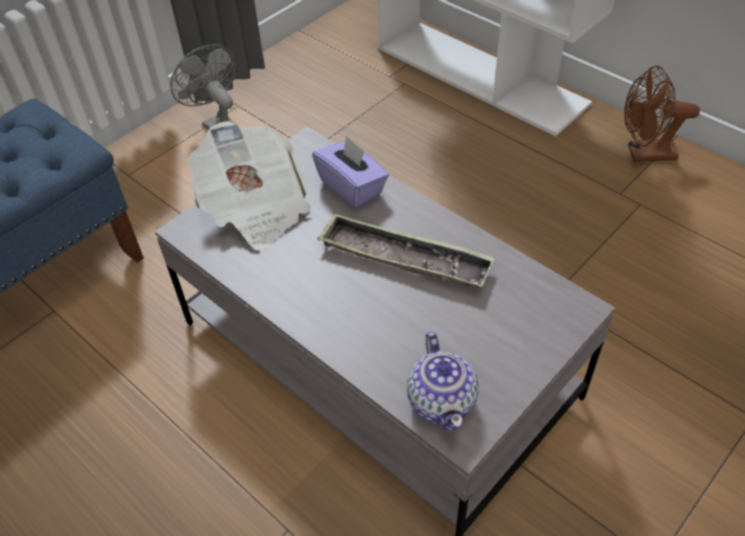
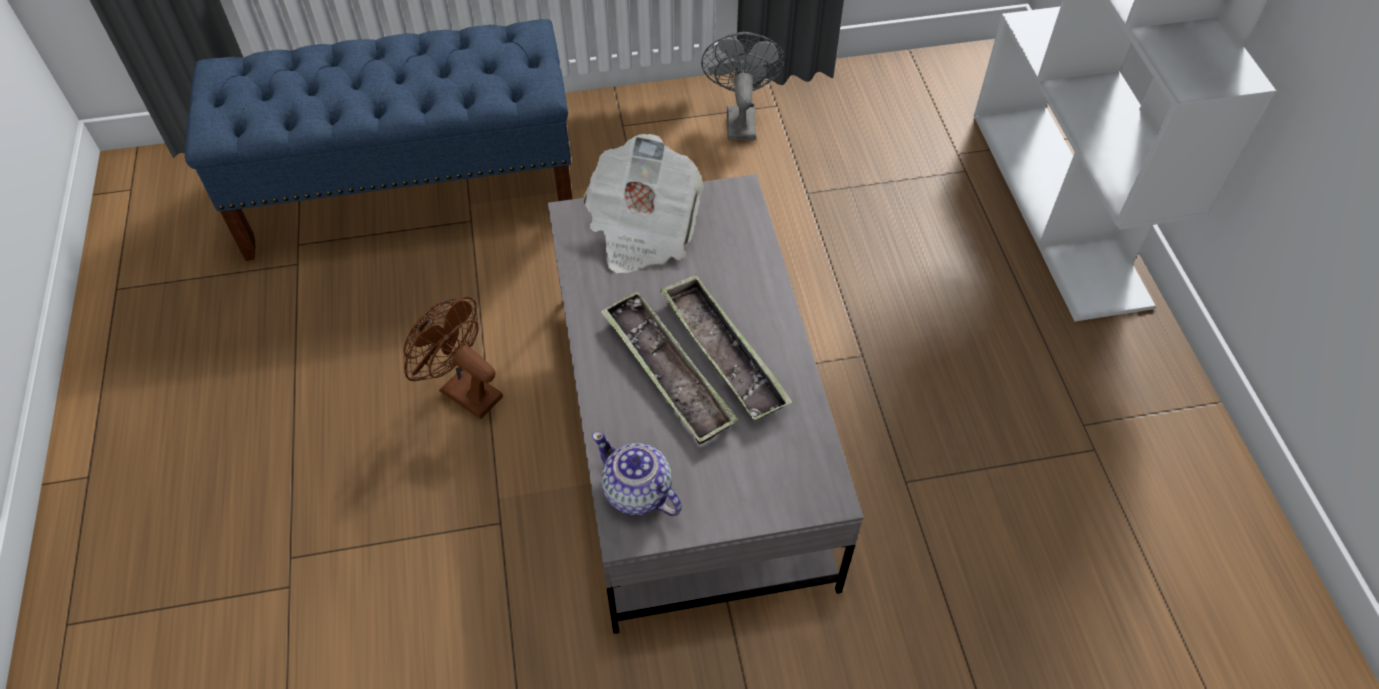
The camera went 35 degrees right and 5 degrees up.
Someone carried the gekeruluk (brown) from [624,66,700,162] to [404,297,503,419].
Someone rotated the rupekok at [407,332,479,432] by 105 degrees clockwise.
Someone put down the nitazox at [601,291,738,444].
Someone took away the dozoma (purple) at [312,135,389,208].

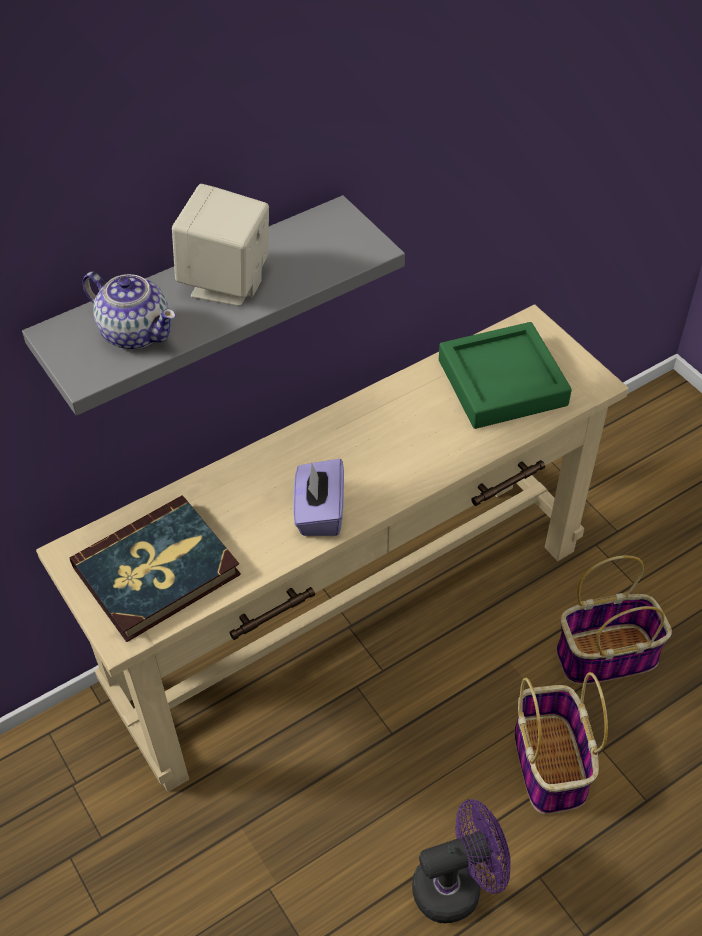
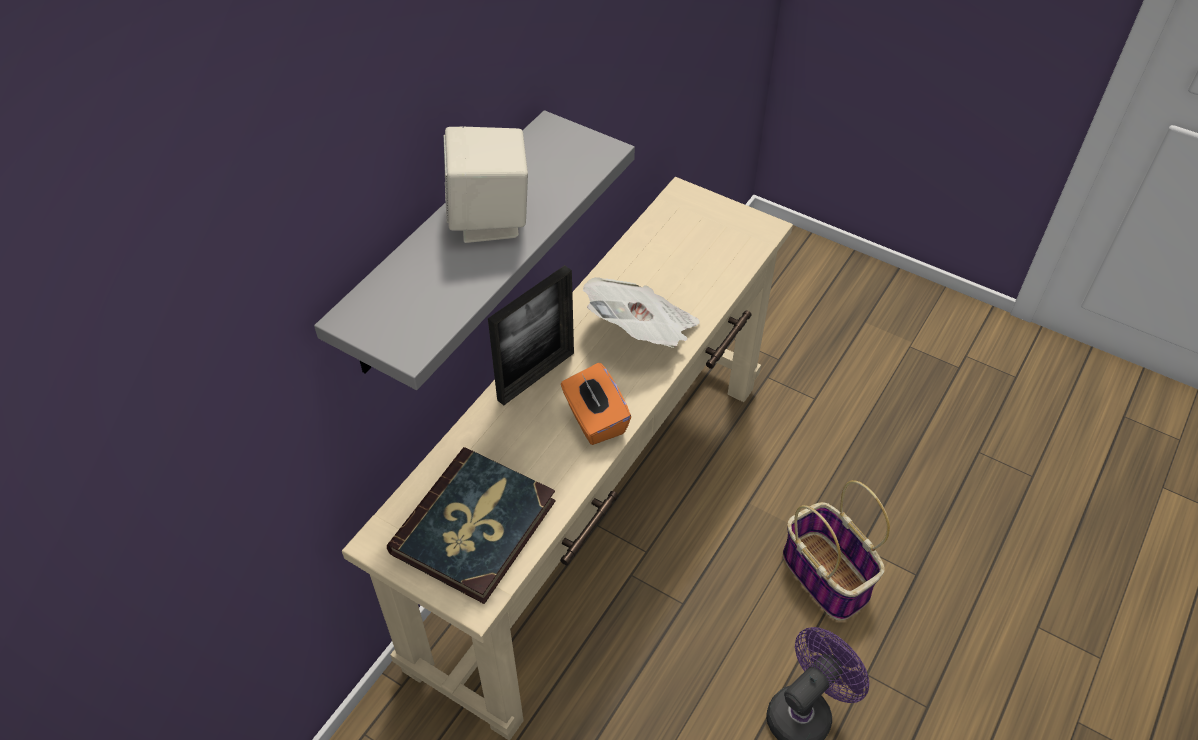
The camera went 25 degrees left and 0 degrees up.
Someone put down the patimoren at [488,265,574,406].
Someone repainted the dozoma (purple) at [293,459,344,536], which became the dozoma (orange) at [561,362,631,445].
Someone put down the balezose at [583,277,700,348].
Someone took away the rupekok at [83,271,176,349].
Someone took away the nitazox (green) at [439,322,572,429].
Someone took away the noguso at [556,555,672,685].

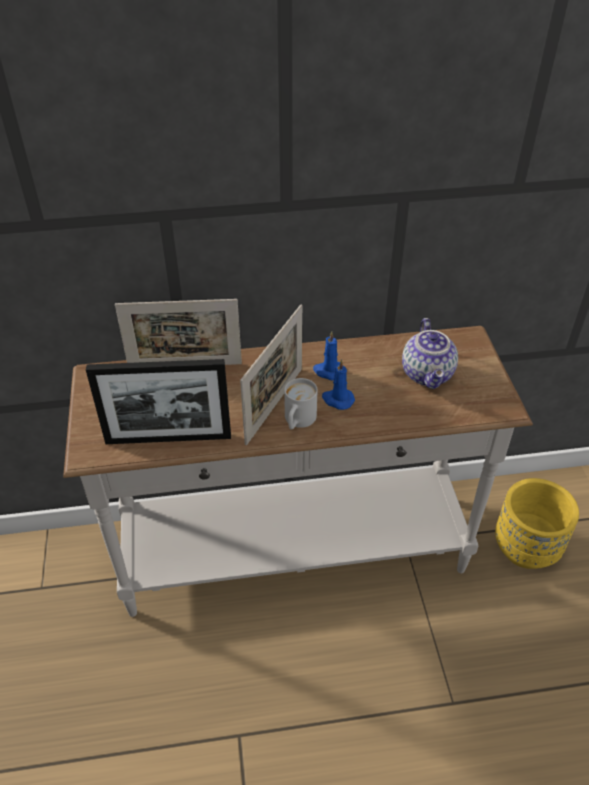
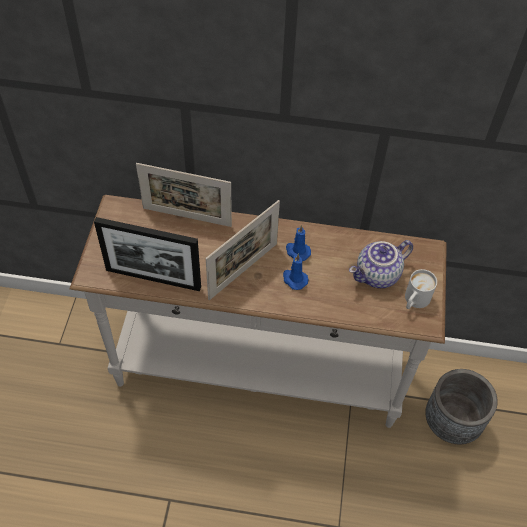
The camera went 15 degrees right and 10 degrees up.
Someone rotated the rupekok at [402,318,458,389] by 45 degrees clockwise.
Someone carried the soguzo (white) from [284,378,317,430] to [405,269,437,309].
Someone repainted the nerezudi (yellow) at [495,478,579,569], which became the nerezudi (grey) at [425,369,498,444].

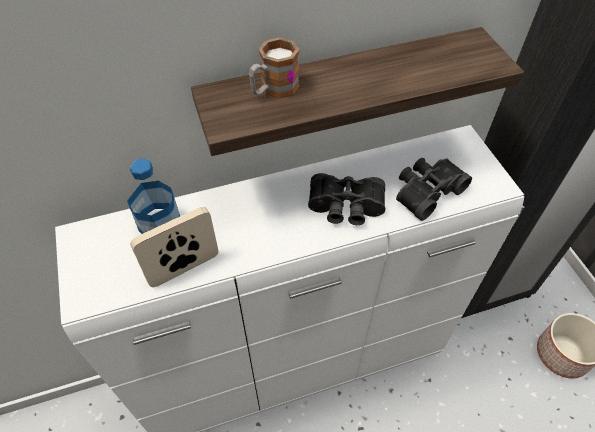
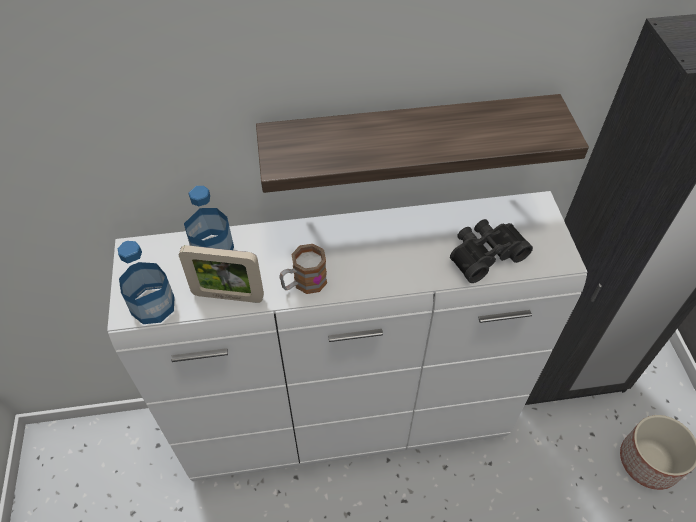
The camera went 10 degrees right and 0 degrees up.
Someone put down the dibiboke at [118,241,175,324].
Someone rotated the patimoren at [130,207,219,287] by 150 degrees counterclockwise.
Someone carried the soguzo from [249,37,299,99] to [279,244,327,294].
Someone took away the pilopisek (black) at [308,173,385,225].

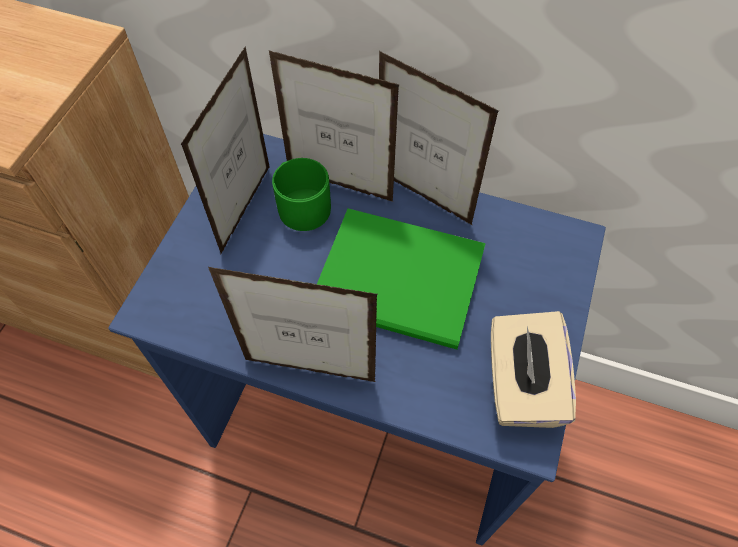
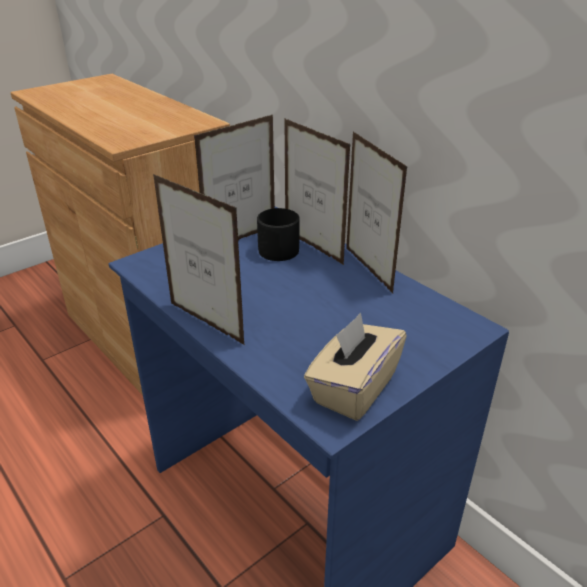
The camera went 30 degrees right and 25 degrees down.
Someone repainted the soguzo (green) at [272,158,331,231], which became the soguzo (black) at [257,208,300,261].
Someone took away the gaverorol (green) at [317,209,486,350].

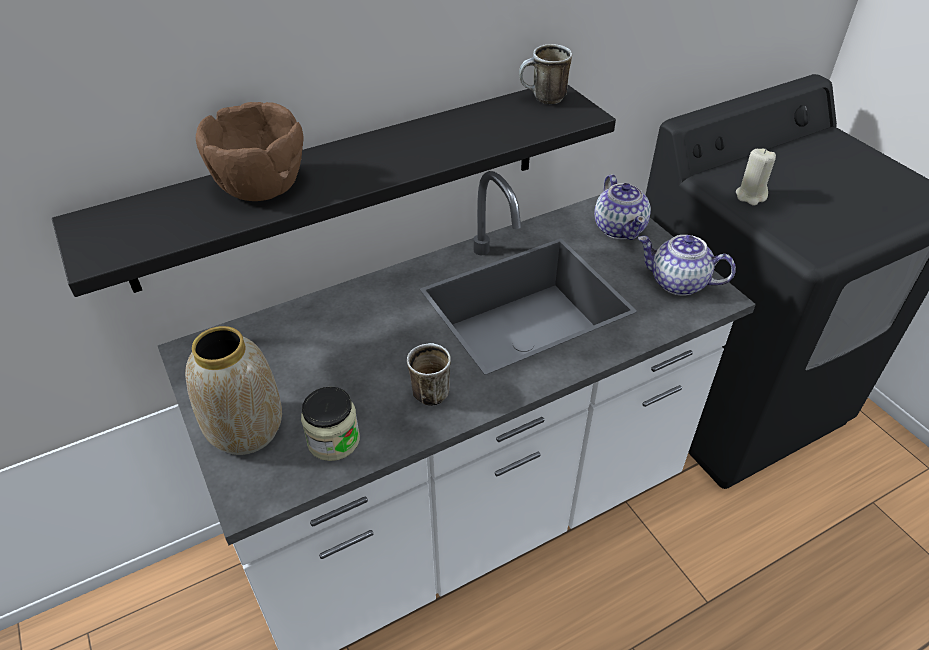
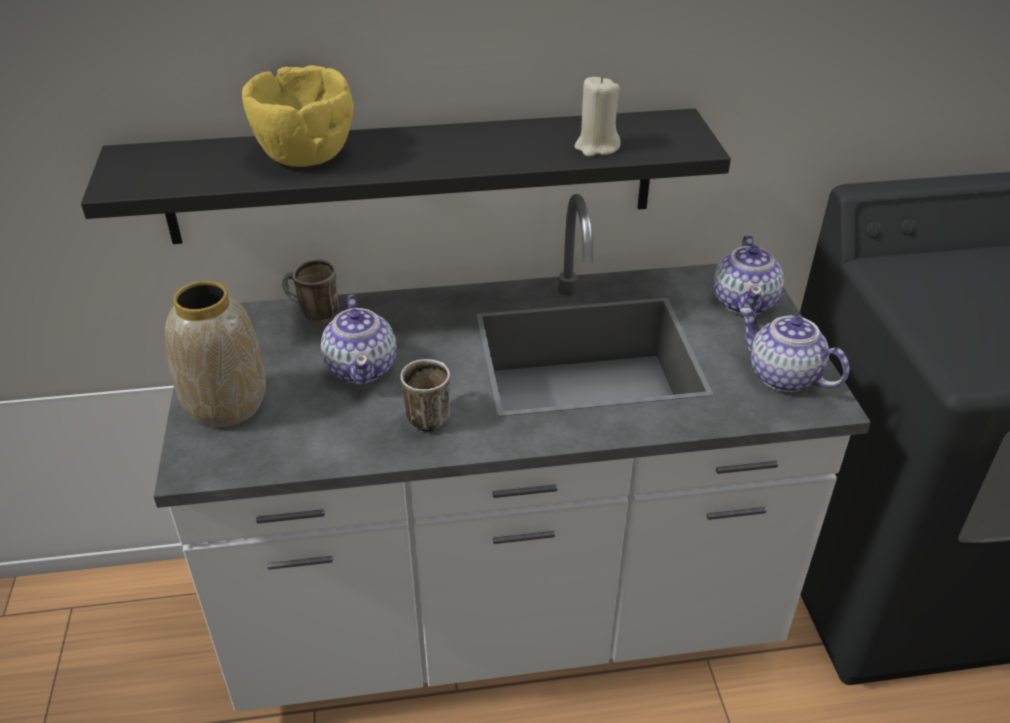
The camera went 20 degrees right and 5 degrees down.
Someone repainted the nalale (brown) at [196,102,304,201], which became the nalale (yellow) at [242,65,354,167].
Someone carried the soguzo from [519,44,572,104] to [282,259,339,323].
Someone put down the rupekok at [321,295,396,386].
Someone carried the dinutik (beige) from [736,149,776,206] to [575,76,621,157].
Someone took away the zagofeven at [301,387,360,461].

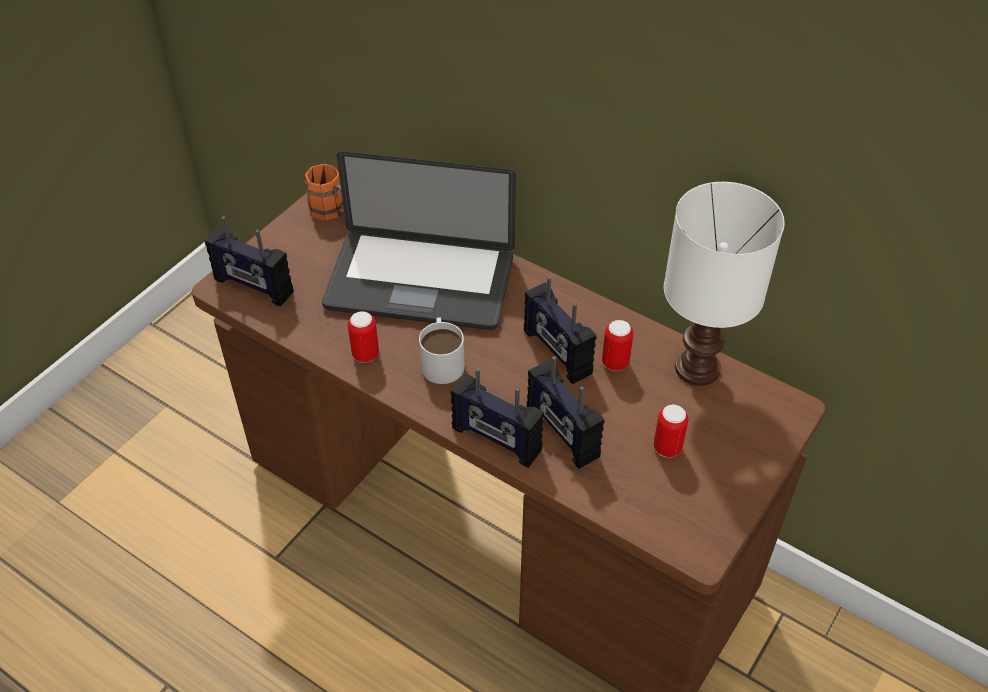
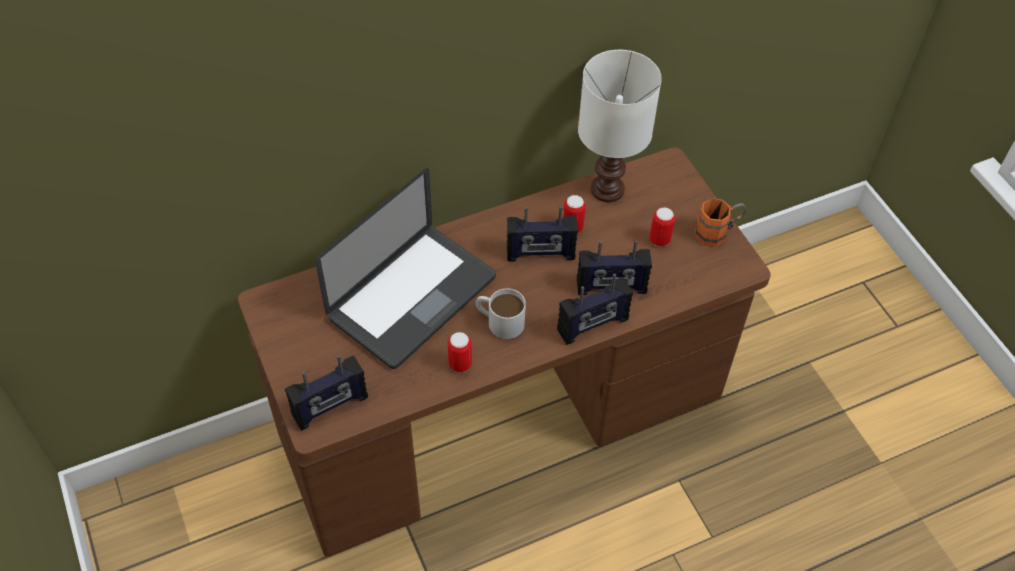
The camera went 60 degrees left and 5 degrees up.
Someone carried the soguzo (orange) from [305,164,344,221] to [695,198,747,247].

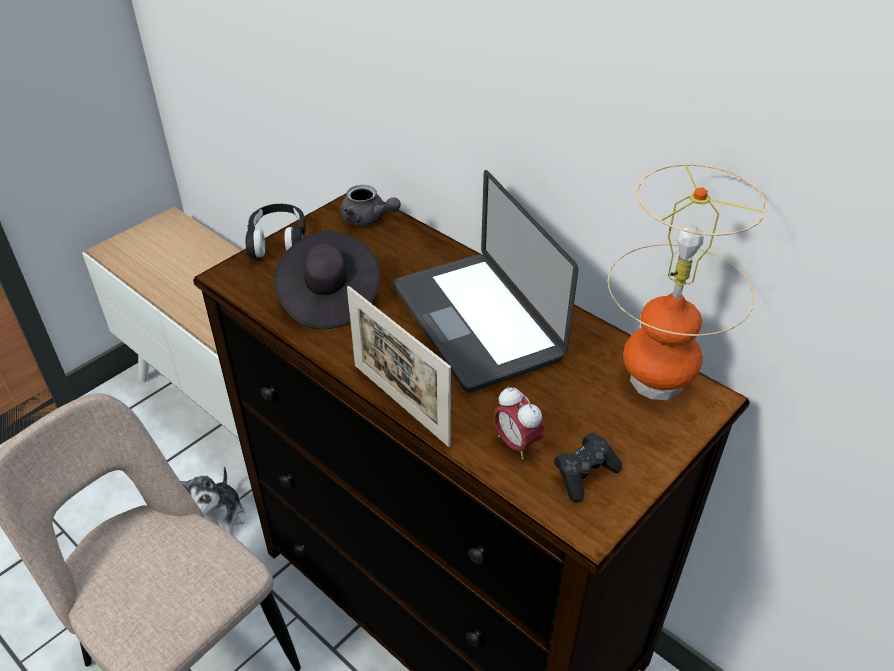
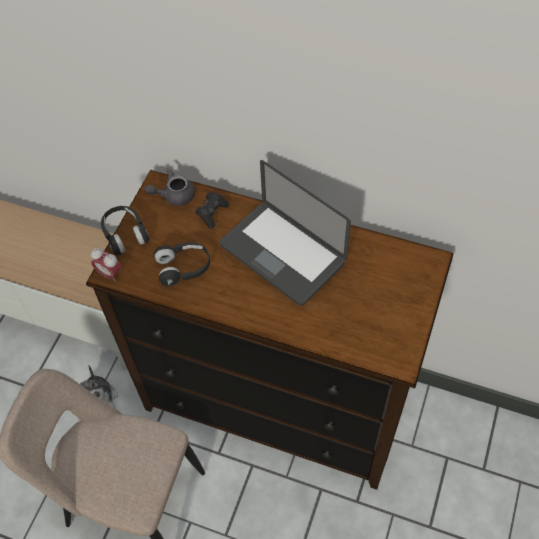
The camera went 20 degrees left and 15 degrees up.
Someone carried the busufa from [494,386,544,459] to [91,248,121,281].
Someone rotated the rupekok (grey) at [340,185,401,226] by 150 degrees clockwise.
Someone swapped the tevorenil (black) at [274,231,380,329] for the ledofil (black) at [153,242,210,286].
Someone carried the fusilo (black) from [554,432,622,502] to [195,192,229,229].
Someone took away the patimoren at [347,286,451,447].
Someone took away the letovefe at [608,164,767,400].

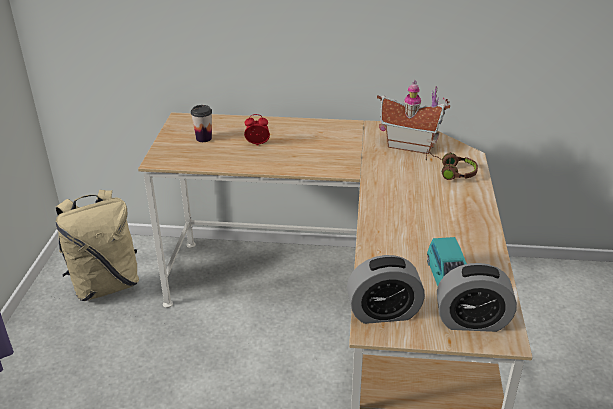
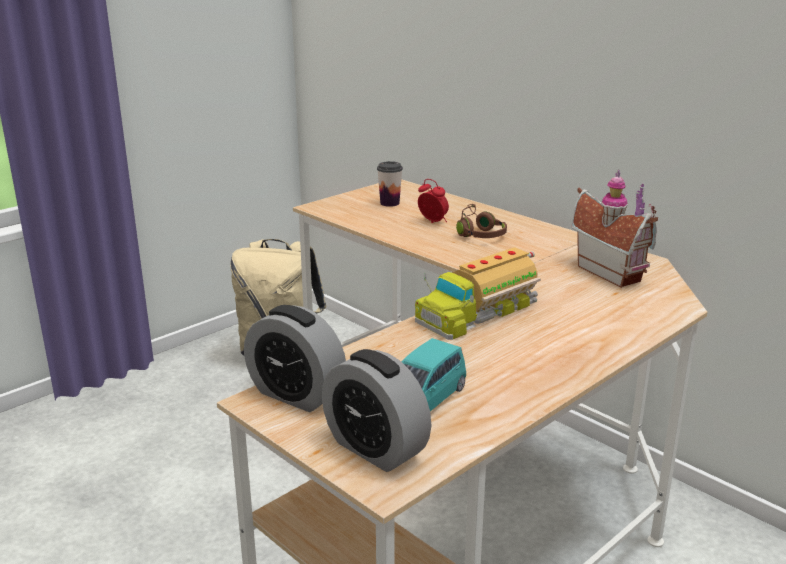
The camera went 40 degrees right and 10 degrees down.
Someone put down the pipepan at [415,247,541,340].
Someone carried the ledofil (brown) from [426,149,478,180] to [456,204,507,238].

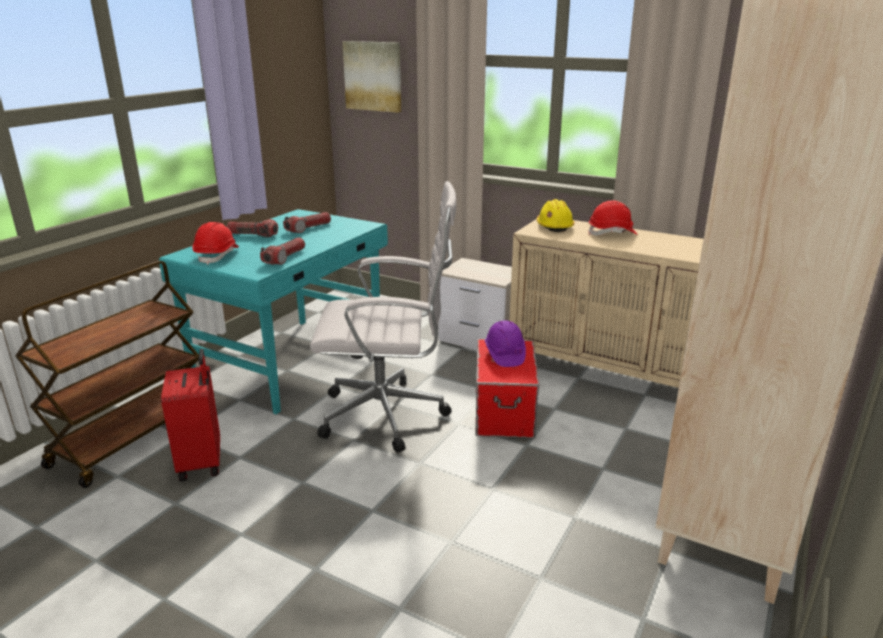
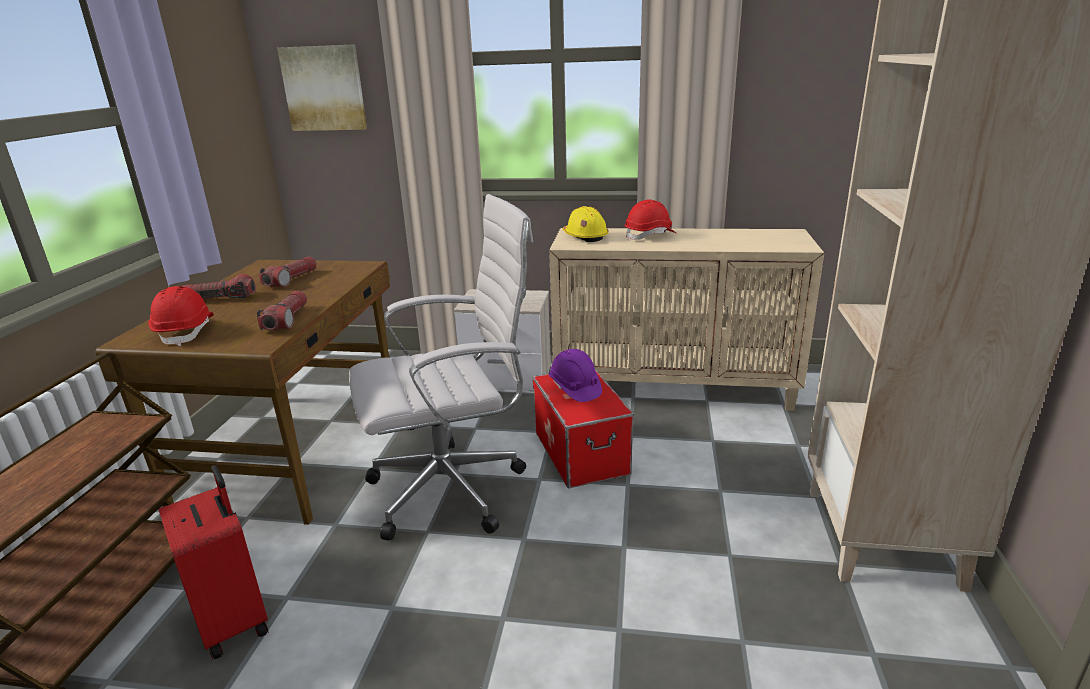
The camera went 20 degrees left and 0 degrees up.
Someone repainted the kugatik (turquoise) at [159,209,388,414], which became the kugatik (brown) at [95,260,390,525].

